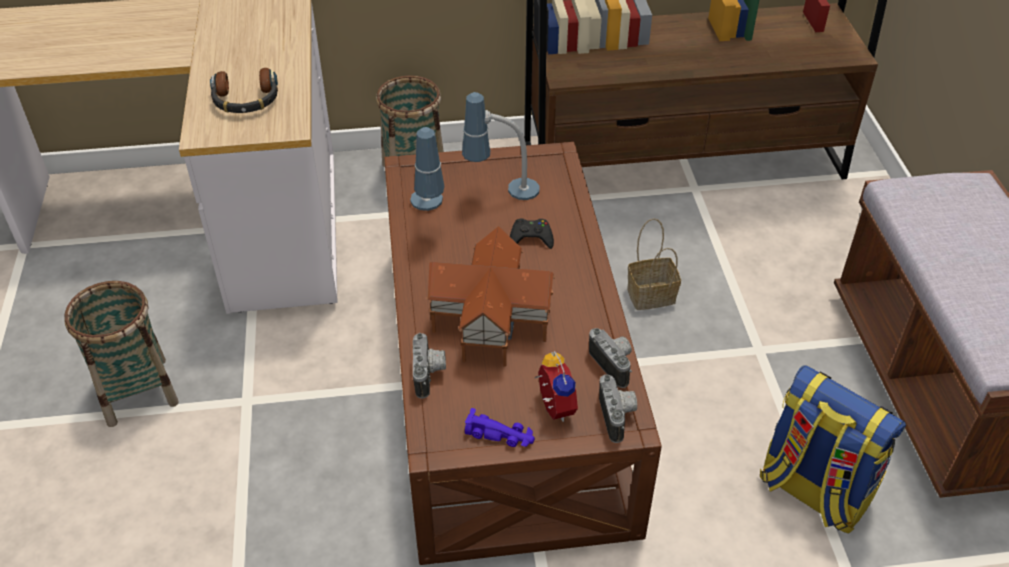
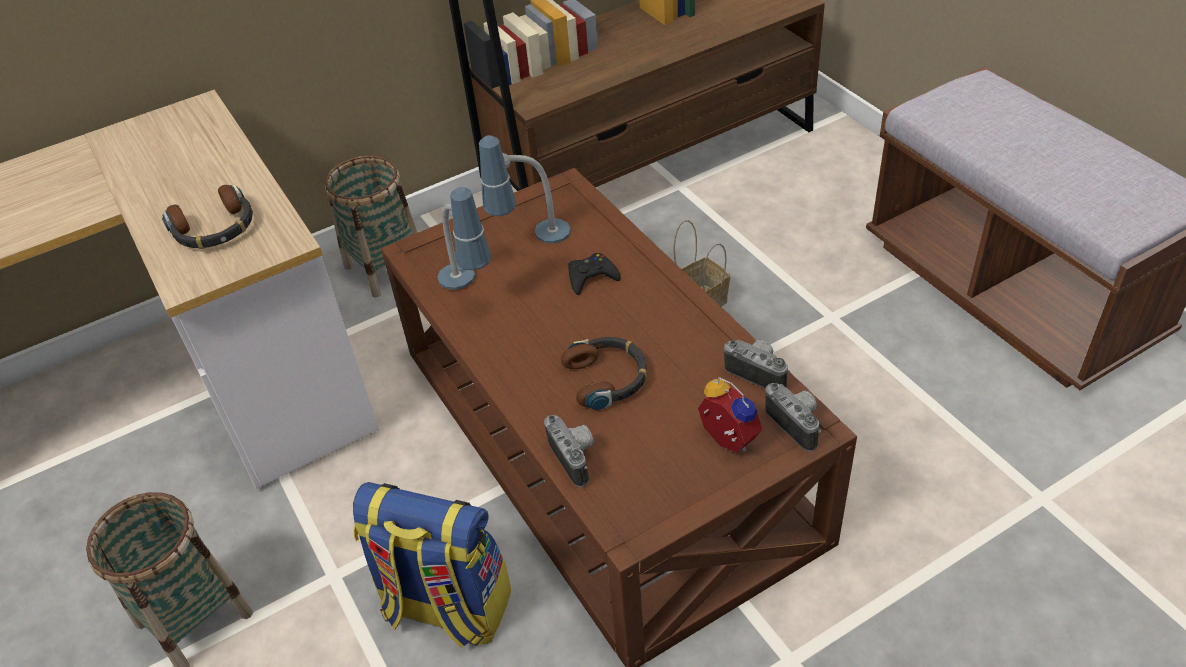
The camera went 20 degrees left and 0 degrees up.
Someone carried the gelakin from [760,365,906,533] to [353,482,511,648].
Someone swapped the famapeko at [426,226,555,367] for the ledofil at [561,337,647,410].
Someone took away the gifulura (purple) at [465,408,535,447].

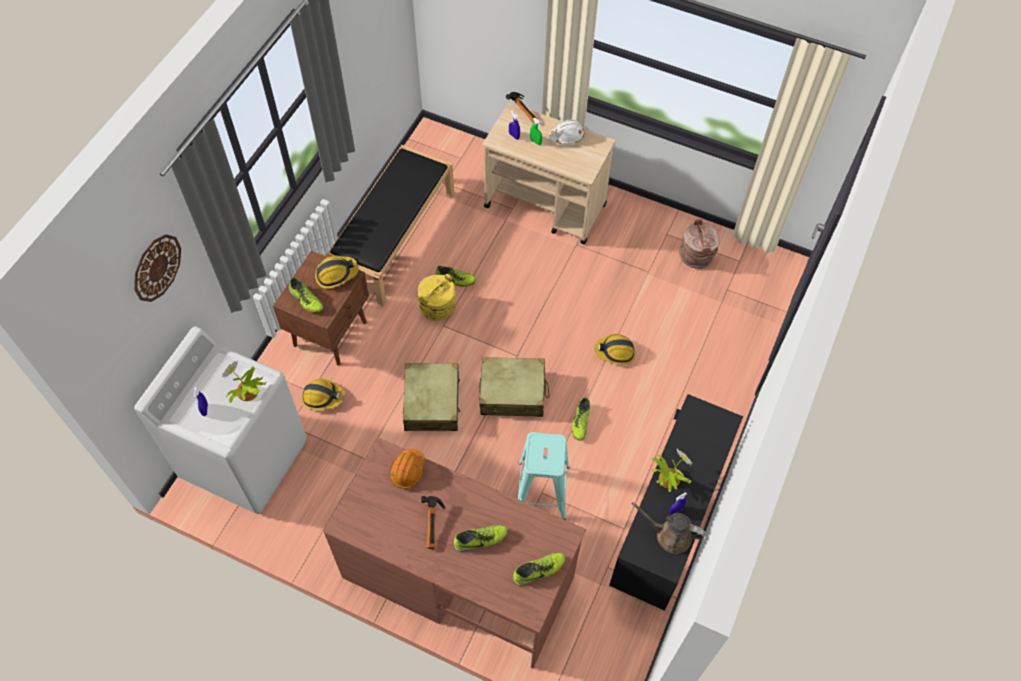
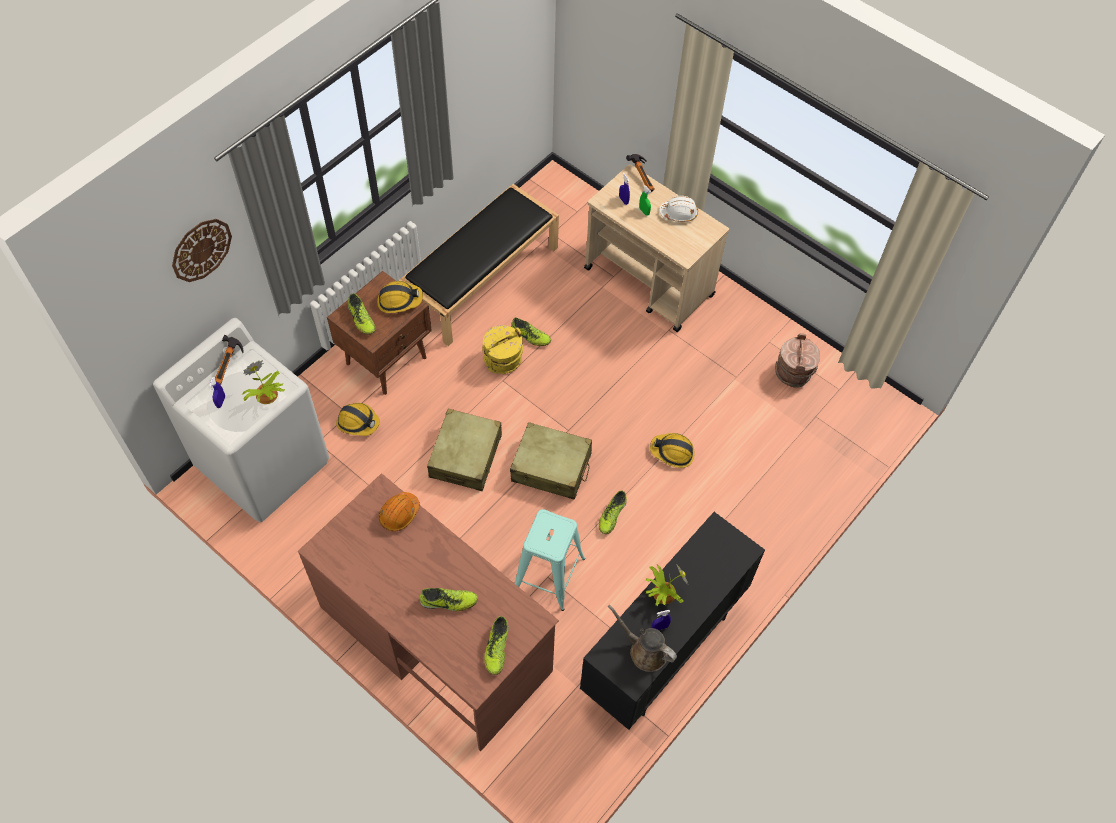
The camera went 15 degrees right and 0 degrees up.
Someone carried the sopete from [421,496,445,549] to [215,335,244,385].
Someone rotated the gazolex at [513,552,565,586] by 105 degrees clockwise.

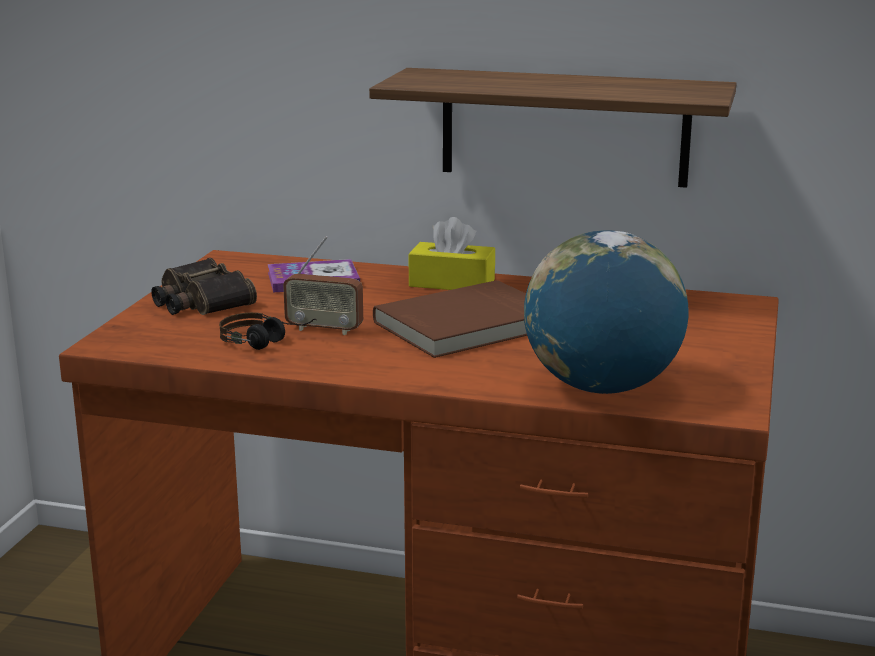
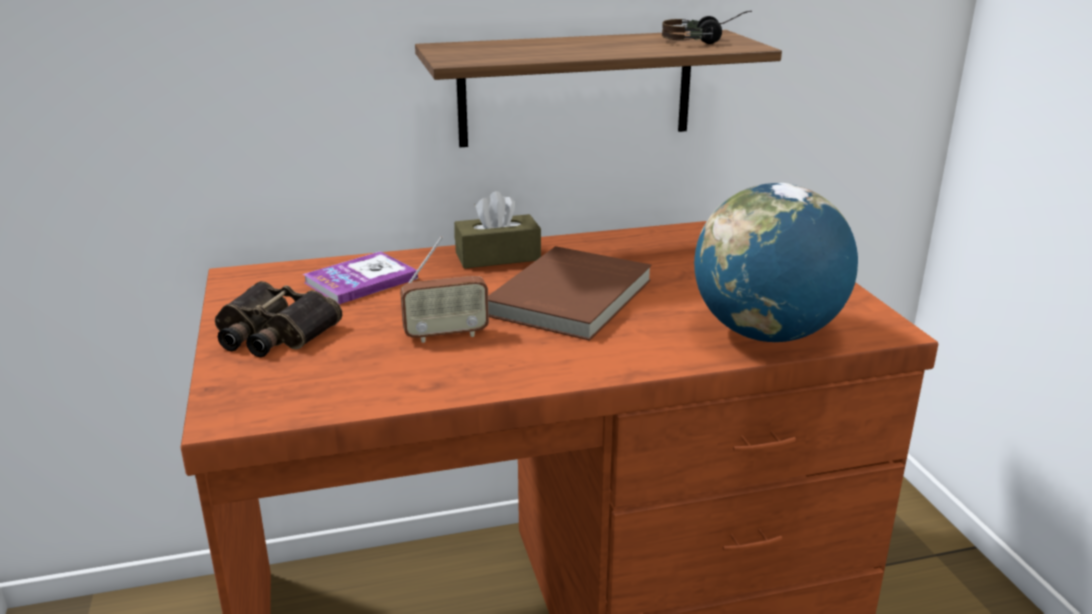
The camera went 30 degrees left and 5 degrees up.
Someone repainted the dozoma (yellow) at [409,217,495,290], which became the dozoma (brown) at [454,191,541,269].
Someone carried the ledofil from [219,312,317,350] to [662,11,752,44].

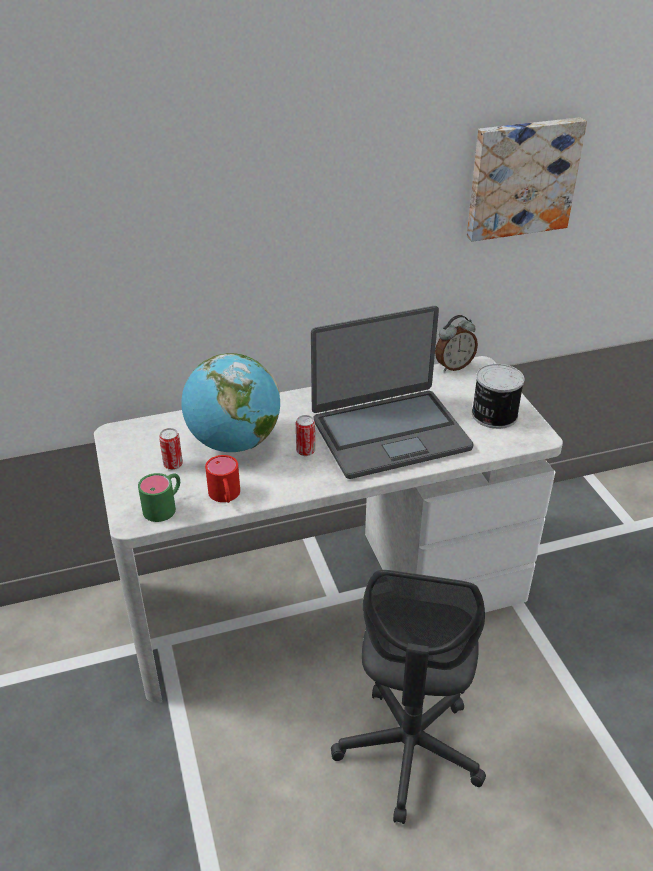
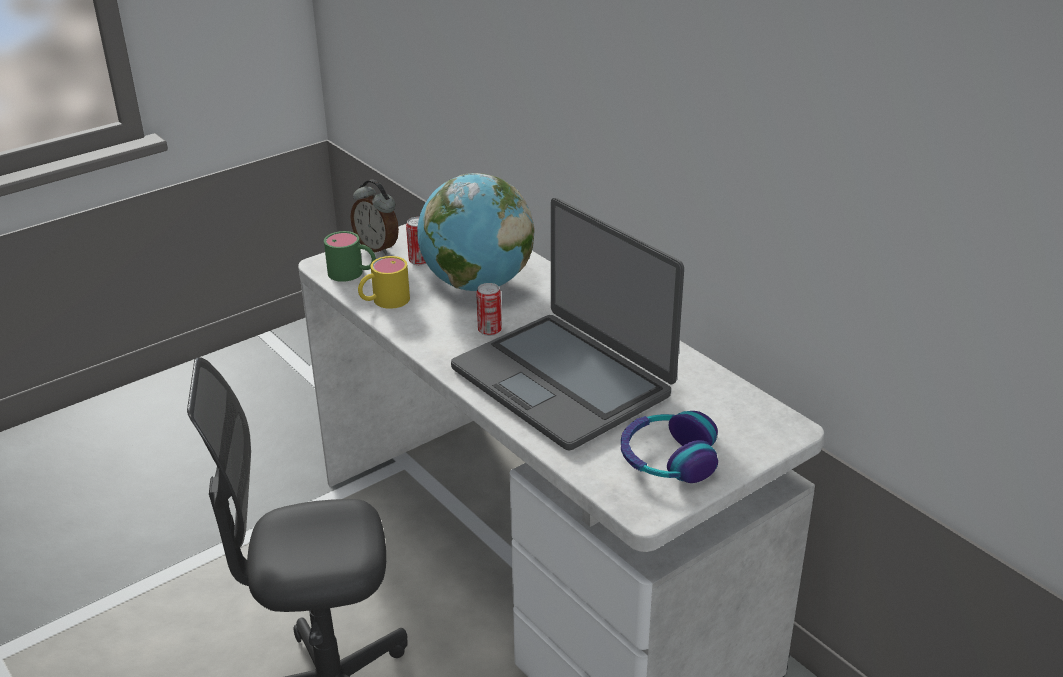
The camera went 70 degrees right and 5 degrees down.
Someone carried the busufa from [435,315,478,372] to [350,180,399,255].
Someone repainted the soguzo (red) at [205,455,240,503], which became the soguzo (yellow) at [358,256,410,309].
Someone swapped the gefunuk at [472,364,525,429] for the ledofil at [621,411,718,483].
Someone took away the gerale at [467,117,587,242].

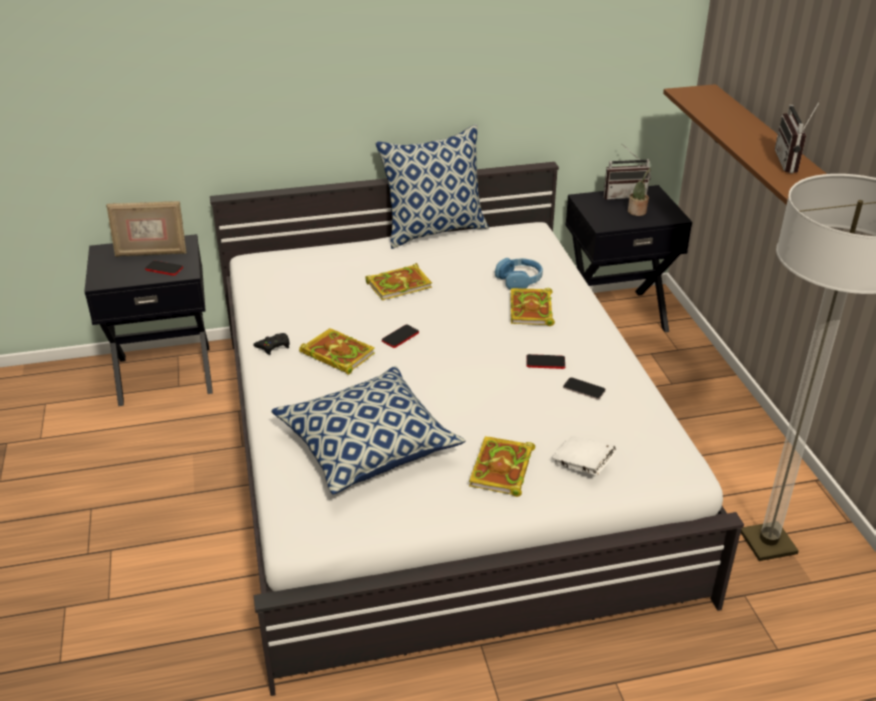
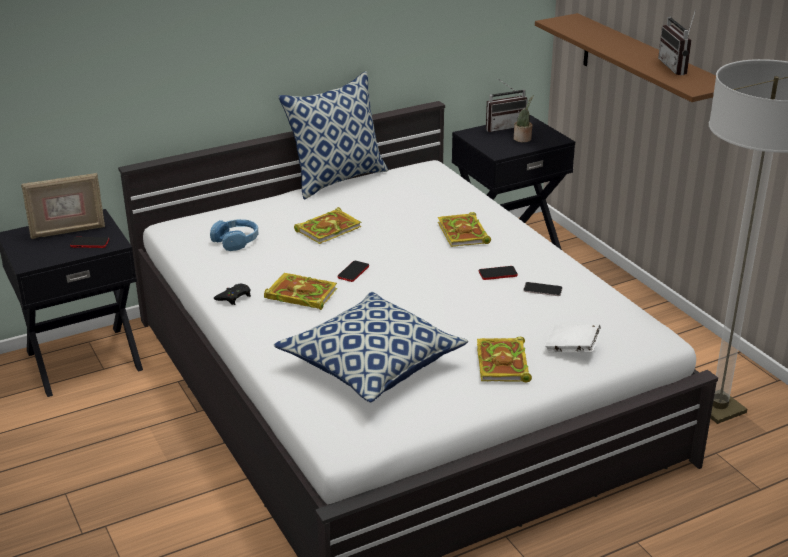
The camera went 15 degrees left and 5 degrees down.
Someone carried the ledofil (blue) from [495,258,543,290] to [210,219,258,251].

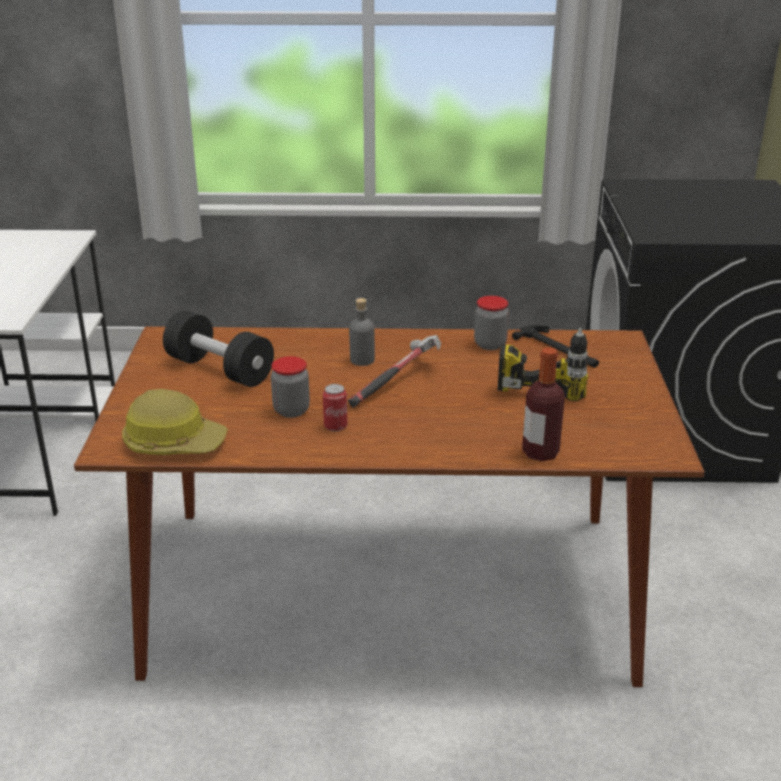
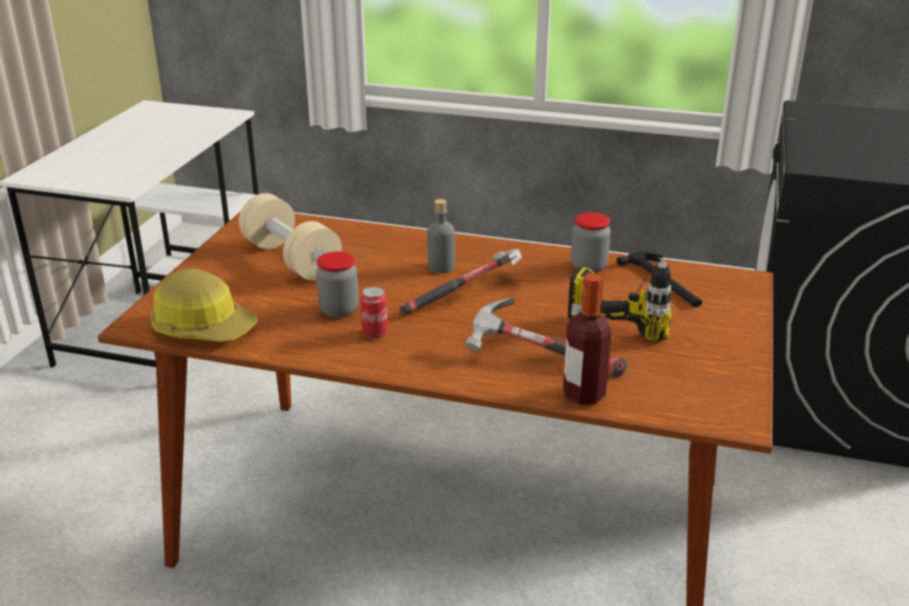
The camera went 15 degrees right and 0 degrees up.
Someone repainted the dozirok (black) at [163,310,274,387], which became the dozirok (beige) at [239,193,342,280].
Someone put down the sopete at [465,297,627,377].

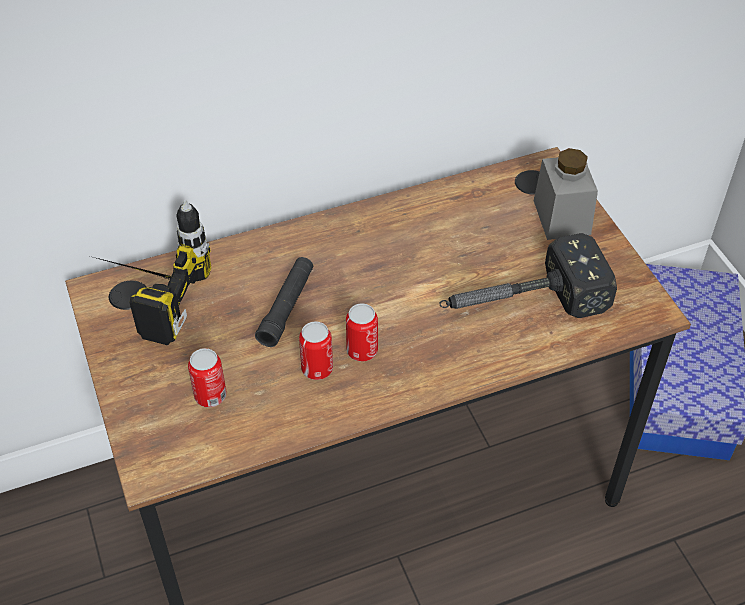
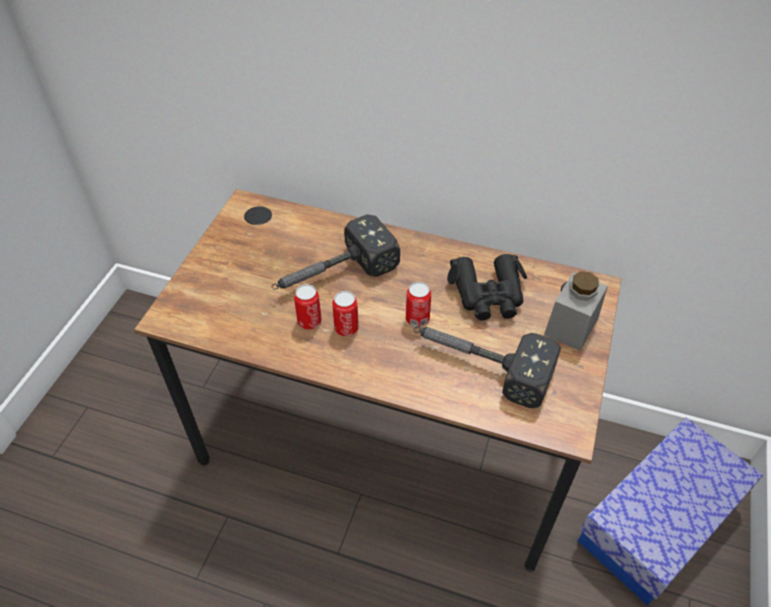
The camera went 40 degrees right and 0 degrees up.
Someone swapped the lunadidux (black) at [255,257,313,347] for the sopete at [271,214,400,290].
Someone carried the gefunuk from [188,348,227,407] to [406,282,431,327].
Someone put down the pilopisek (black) at [447,254,527,321].
Someone took away the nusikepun at [93,200,211,345].

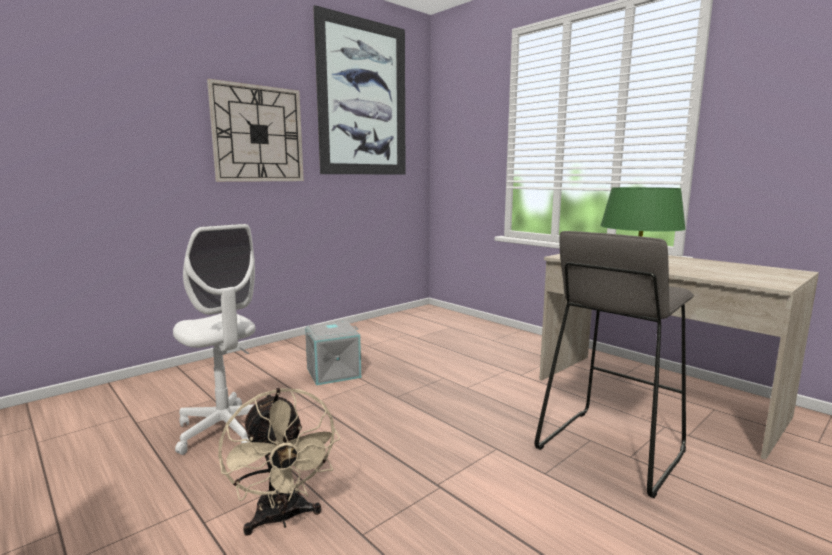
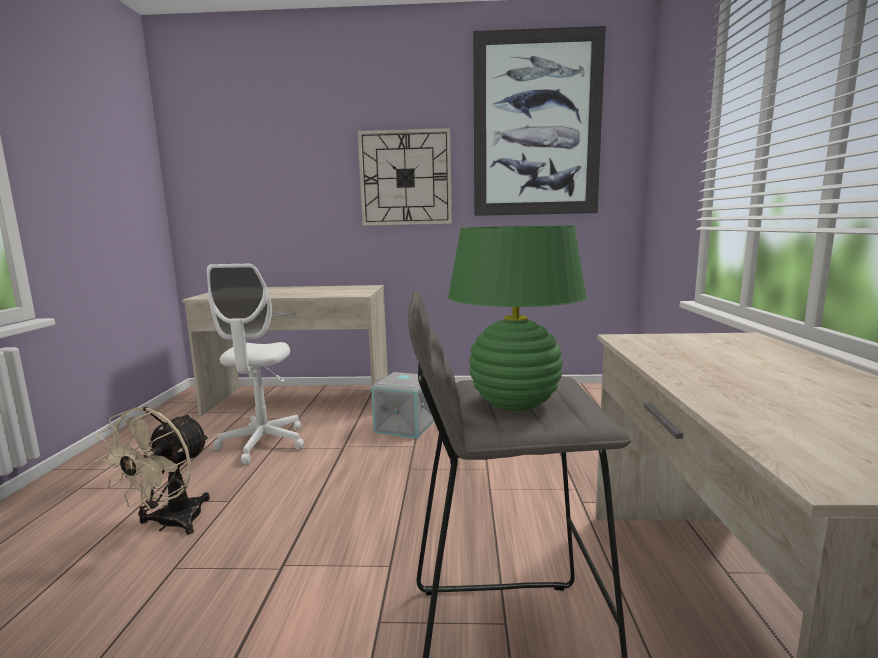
The camera went 45 degrees right and 0 degrees up.
Someone put down the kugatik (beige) at [182,285,388,416].

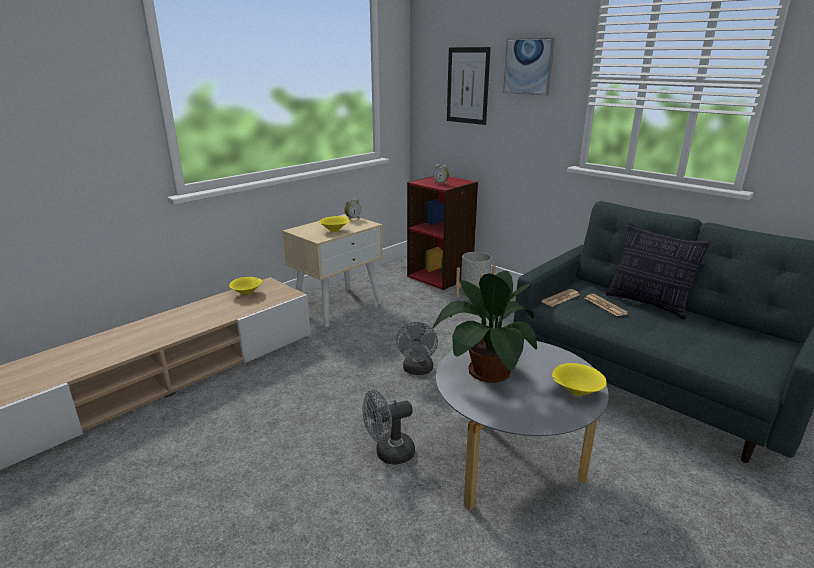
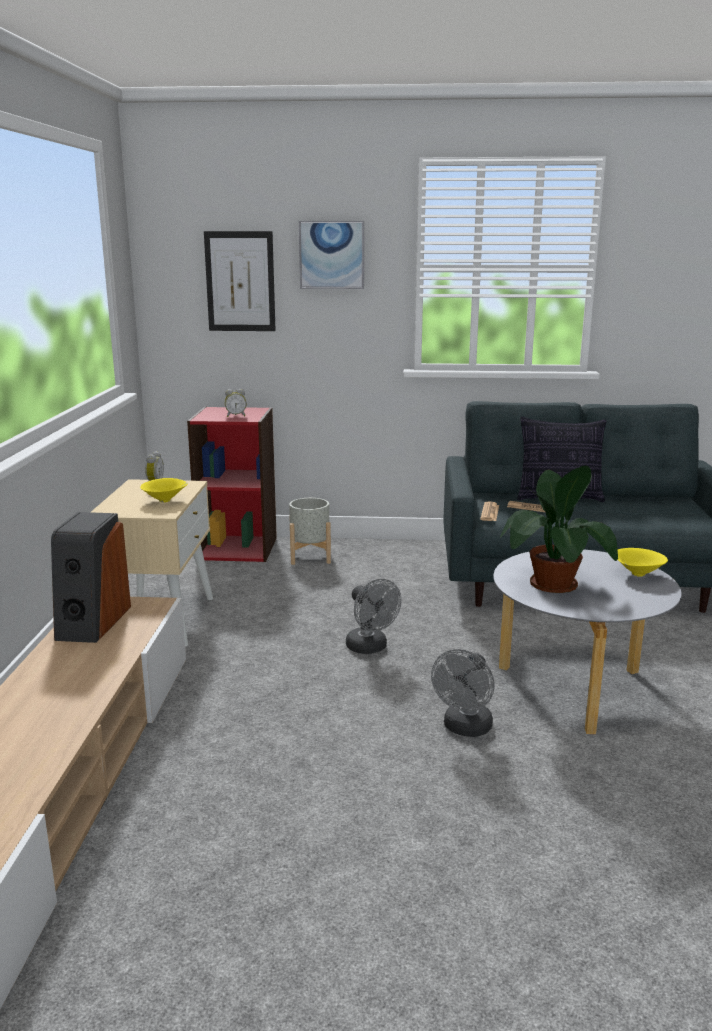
The camera went 40 degrees left and 5 degrees down.
Someone swapped the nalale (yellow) at [229,277,262,296] for the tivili at [51,512,131,643].

